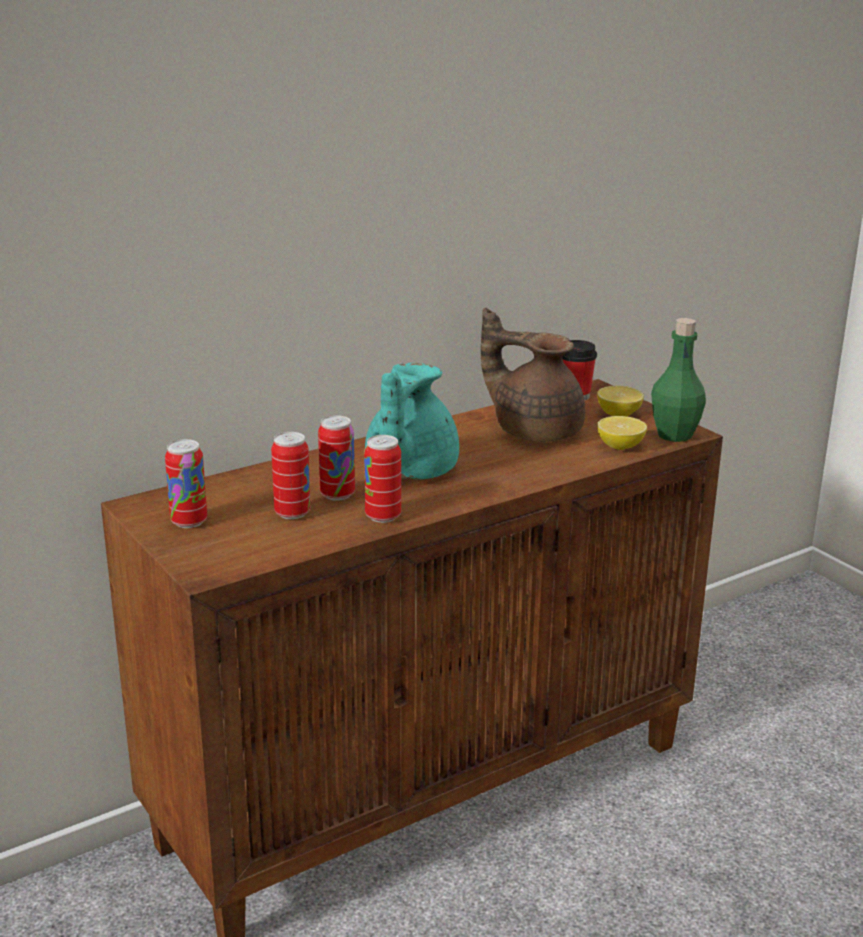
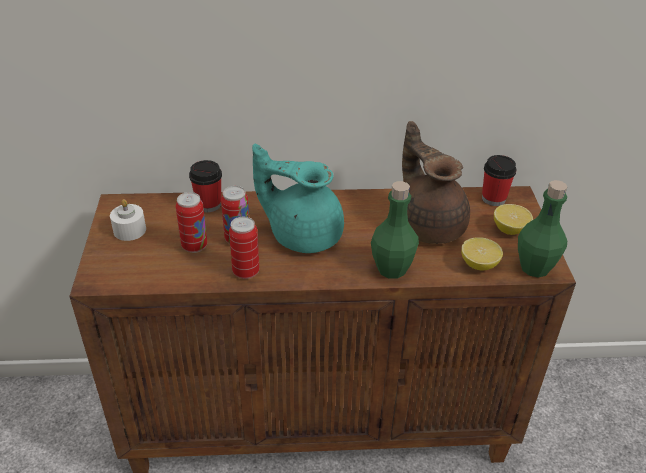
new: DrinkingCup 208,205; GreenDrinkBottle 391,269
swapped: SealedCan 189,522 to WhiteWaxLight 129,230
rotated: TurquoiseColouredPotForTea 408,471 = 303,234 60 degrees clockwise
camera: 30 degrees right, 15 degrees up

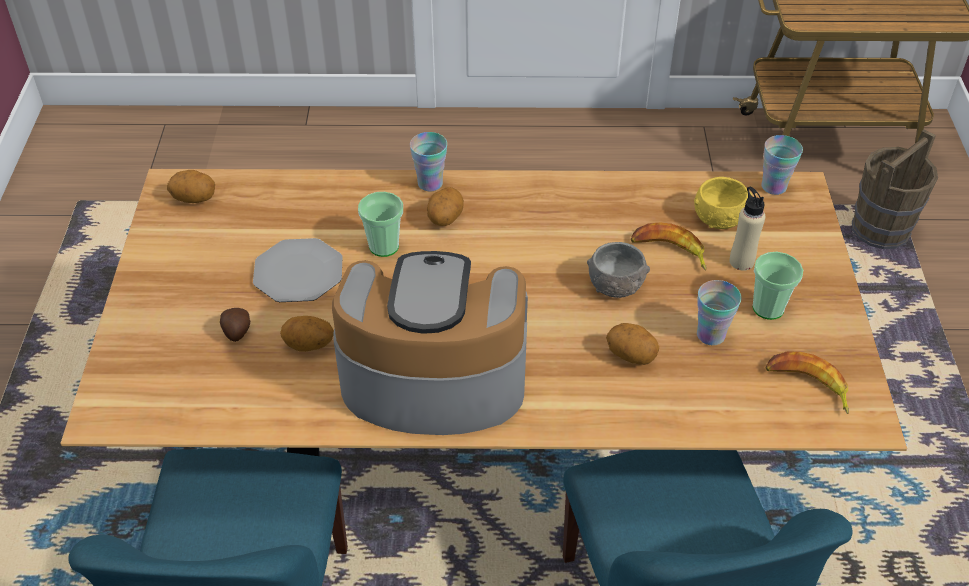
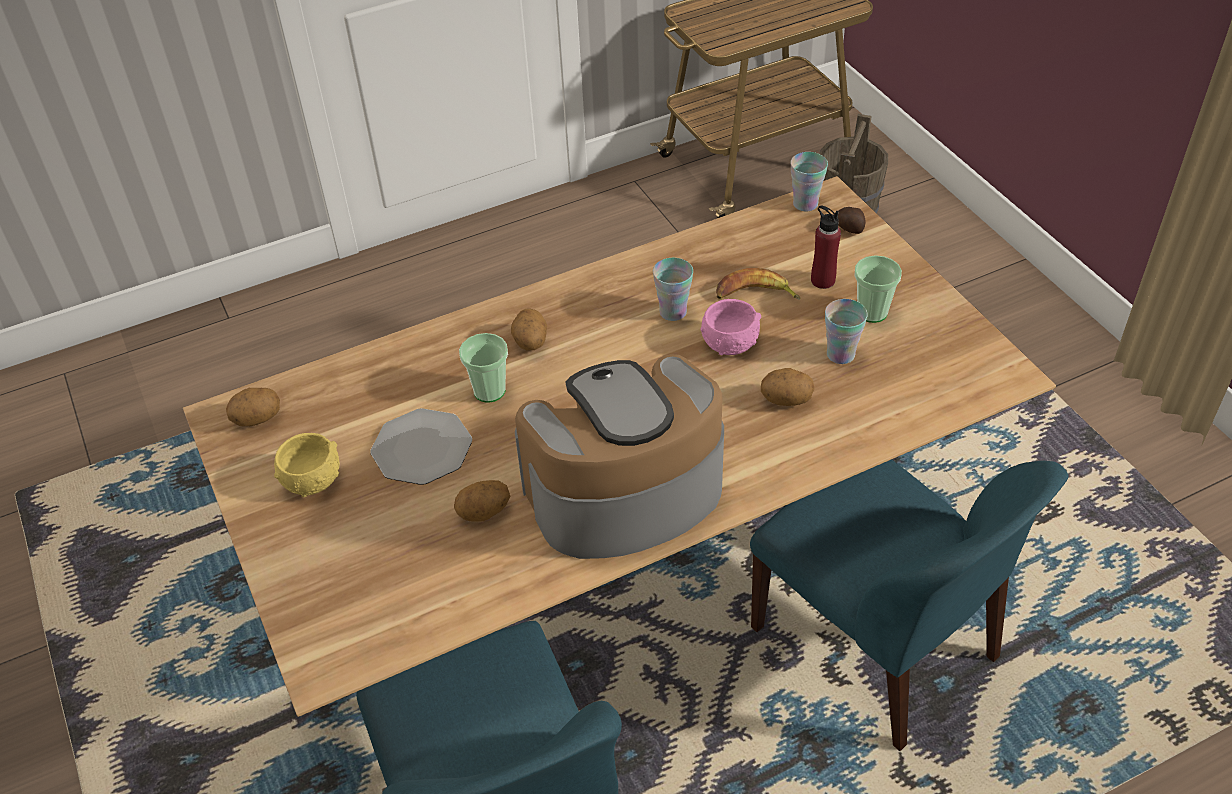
gone: BananaFruit 808,385
shifted: WholePotato 236,332 to 850,229; DrinkingCup 430,183 to 673,312; YellowDeepDish 719,218 to 312,479
repainted: GreyDeepDish 615,285 to PinkColouredDeepDish 729,343; SandColouredDrinkBottle 741,261 to ReddishDrinkBottle 822,280
camera: 25 degrees left, 0 degrees up

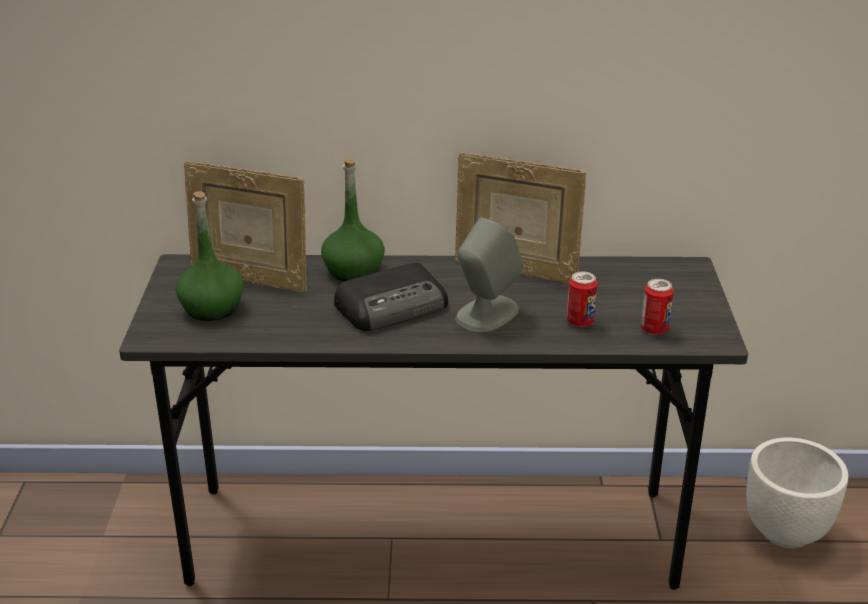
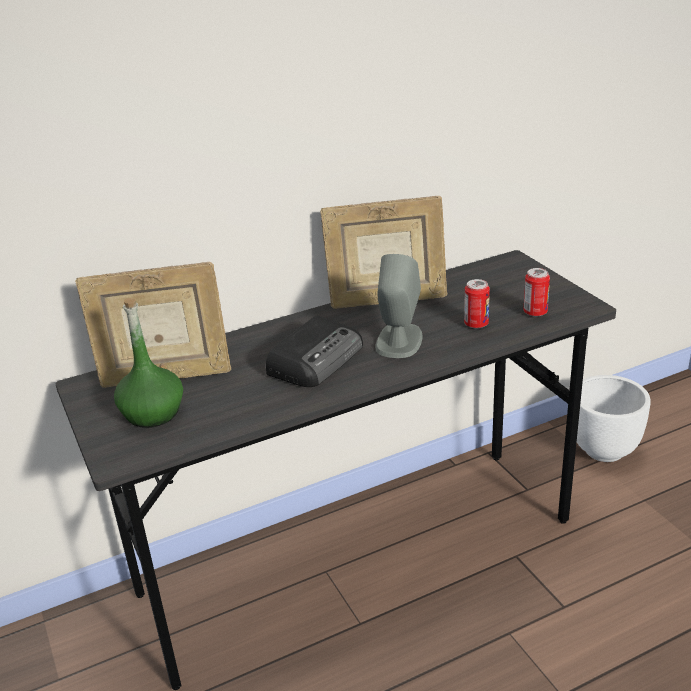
gone: GreenDrinkBottle 354,271
camera: 25 degrees left, 0 degrees up

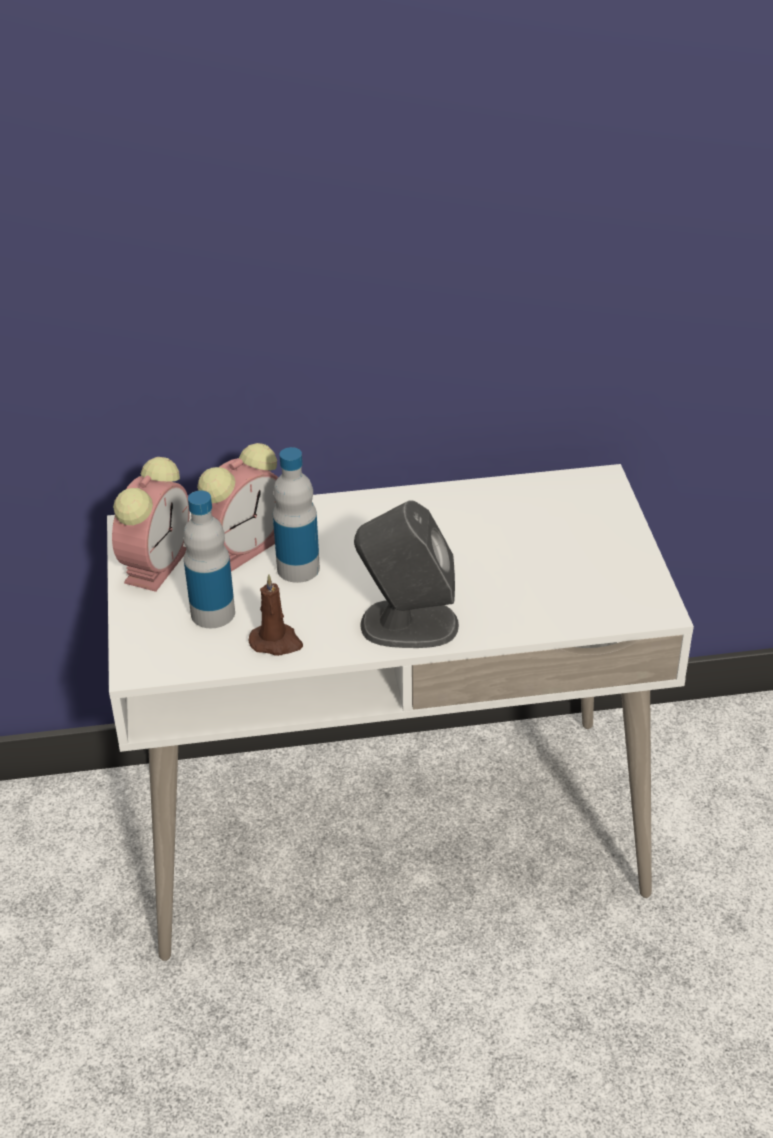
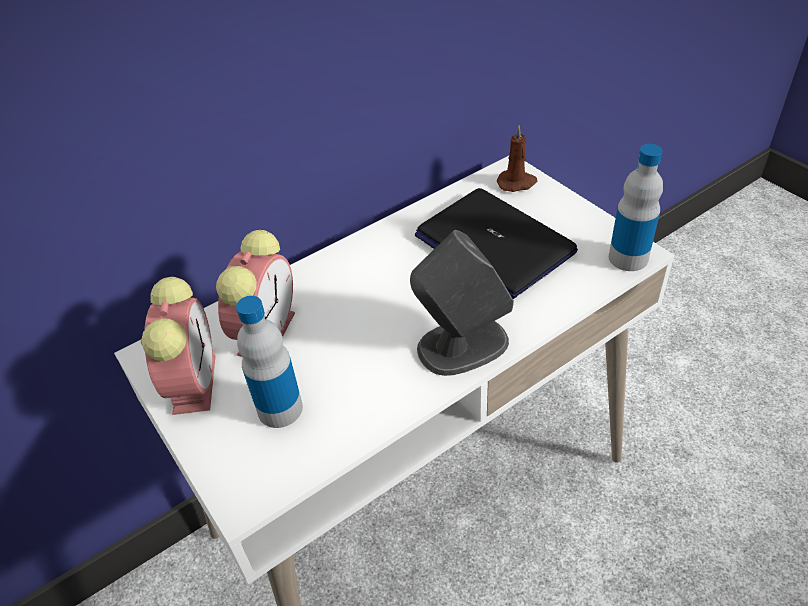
new: PortableComputer 493,244
shifted: BrownColouredWaxLight 276,642 to 517,183; DrinkBottle 298,568 to 628,258
camera: 25 degrees left, 5 degrees up

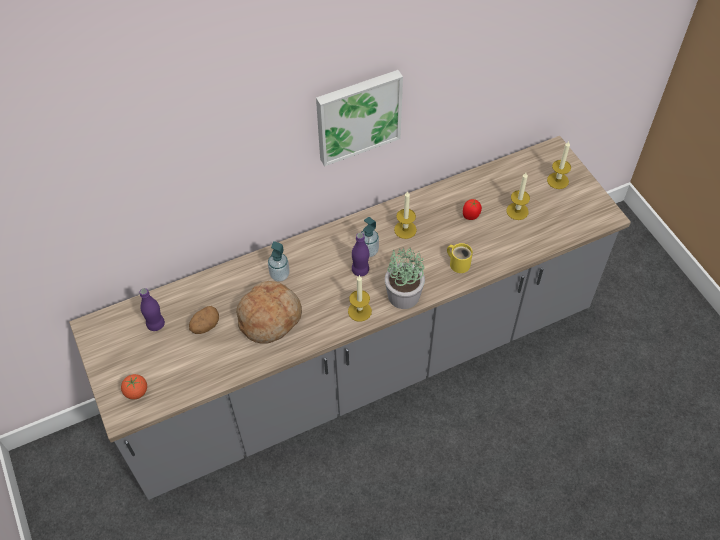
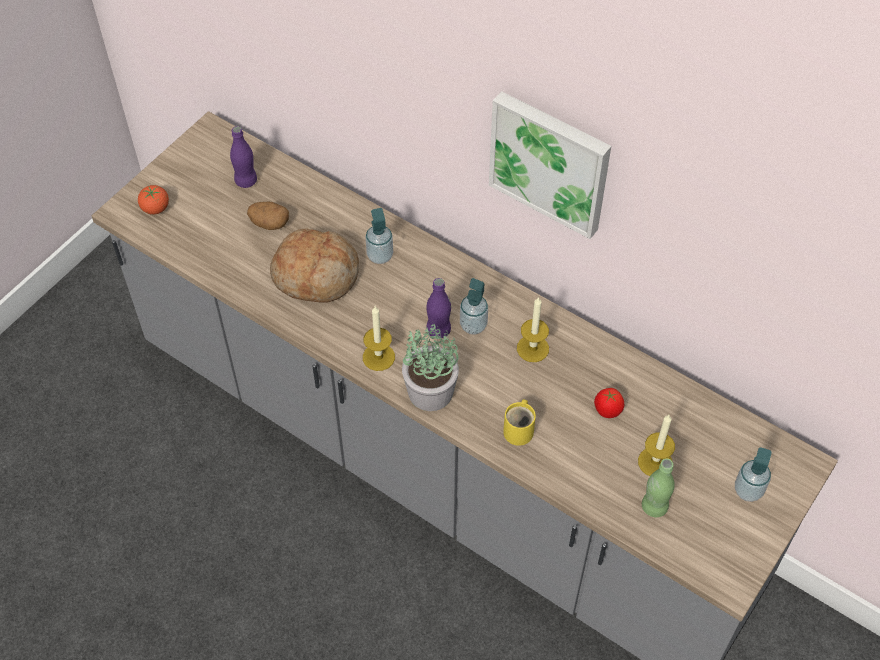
new: GreenDrinkBottle 654,506
swapped: WaxLight 557,180 to SoapBottle 748,490
camera: 60 degrees right, 0 degrees up

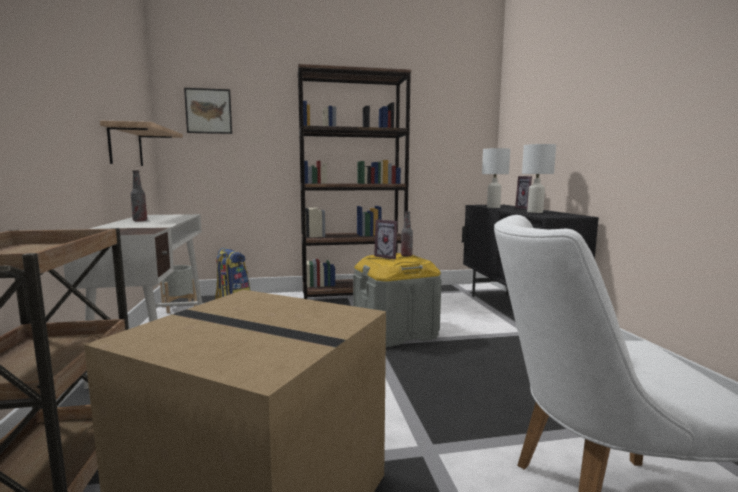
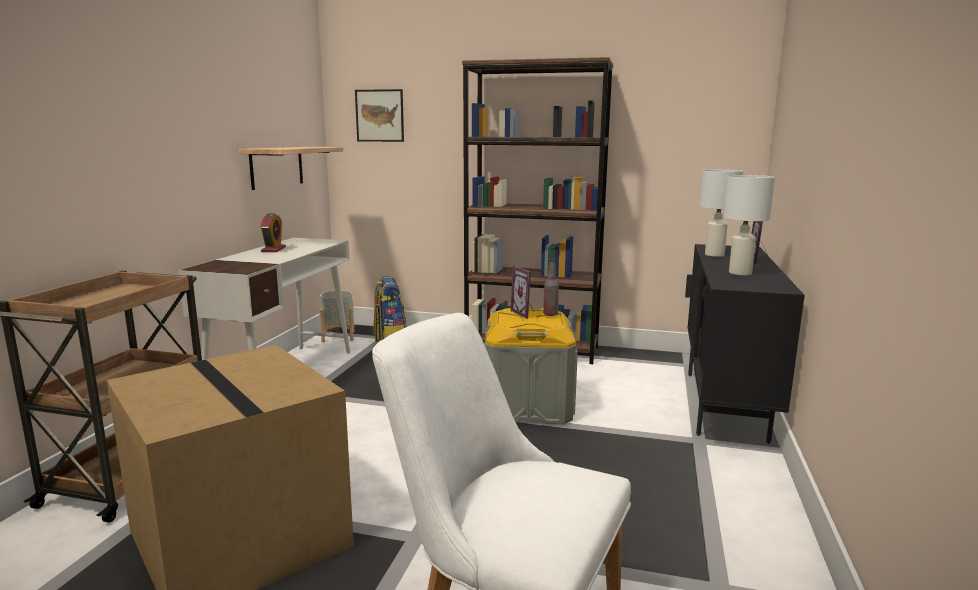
swapped: DrinkBottle 140,221 to AlarmClock 273,249
camera: 25 degrees right, 5 degrees up

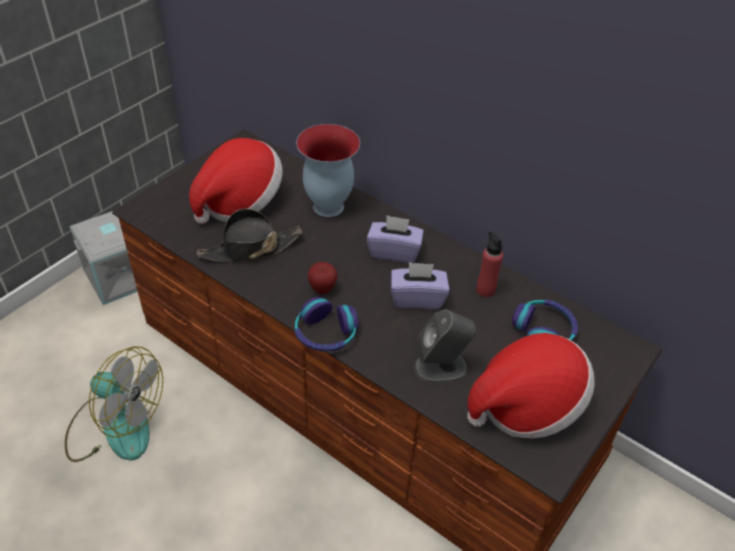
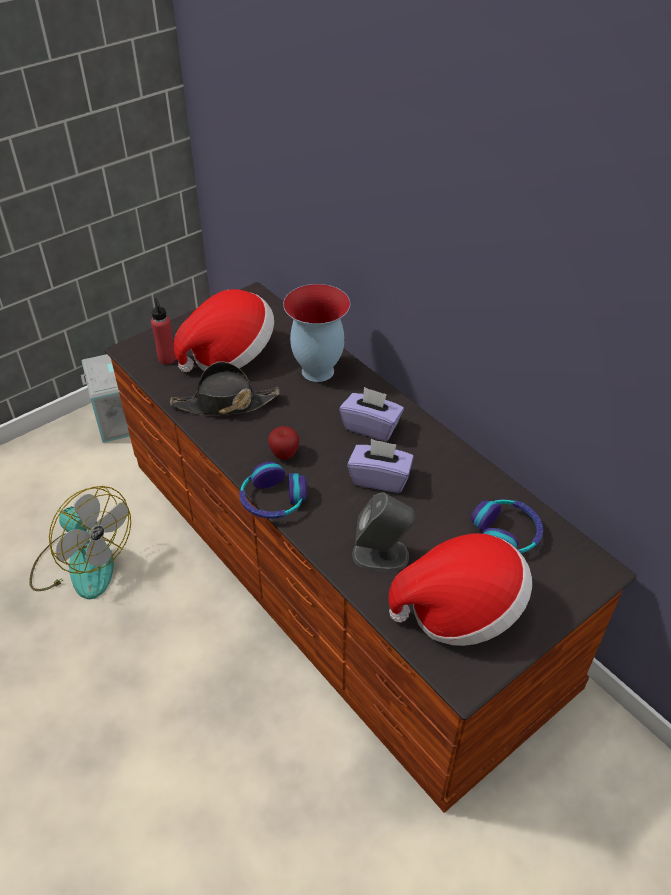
shifted: ReddishDrinkBottle 485,290 to 167,358
camera: 15 degrees right, 0 degrees up

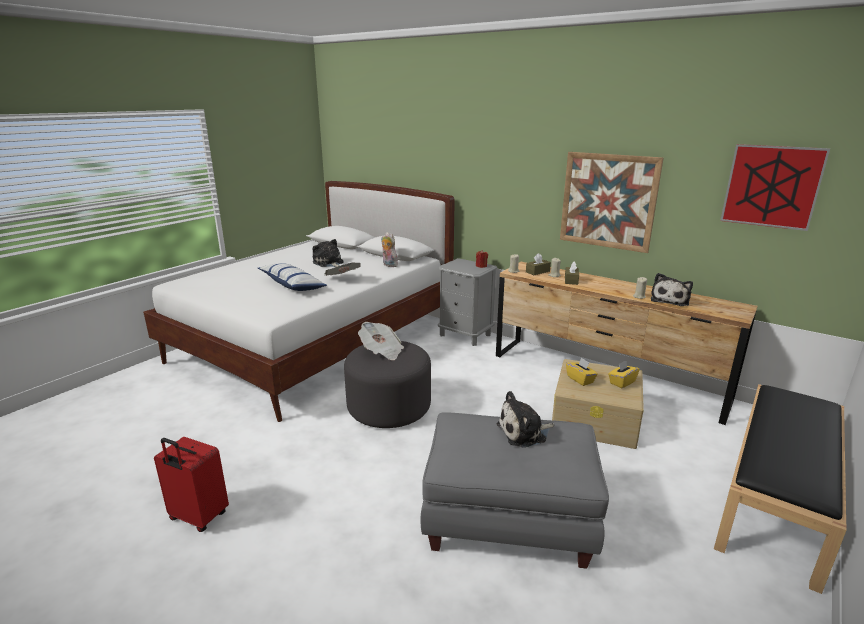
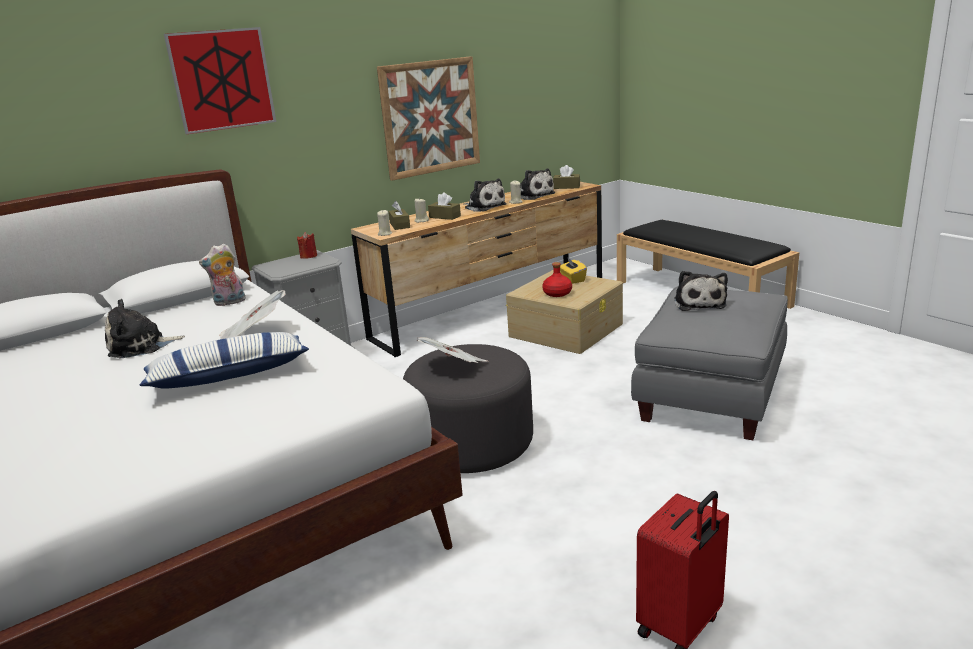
new: CuddlyToy 484,207; BrownColouredTissueHolder 566,187
shifted: WallArt 771,186 to 222,80
swapped: YellowTissueHolder 580,379 to ReddishDrinkBottle 557,293
camera: 70 degrees left, 0 degrees up

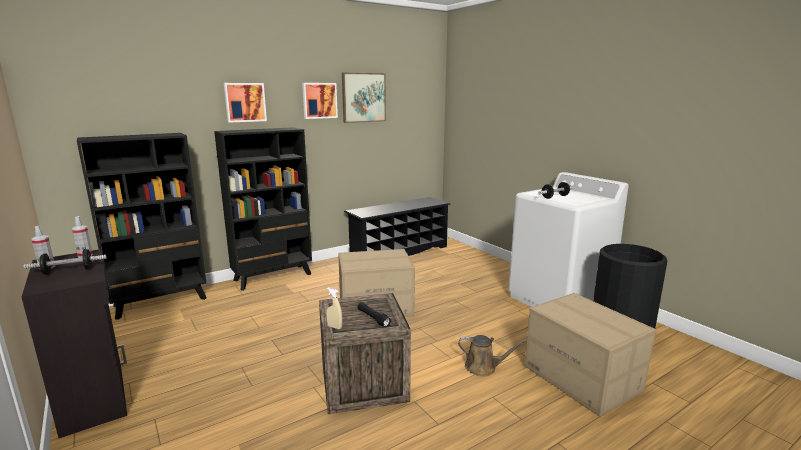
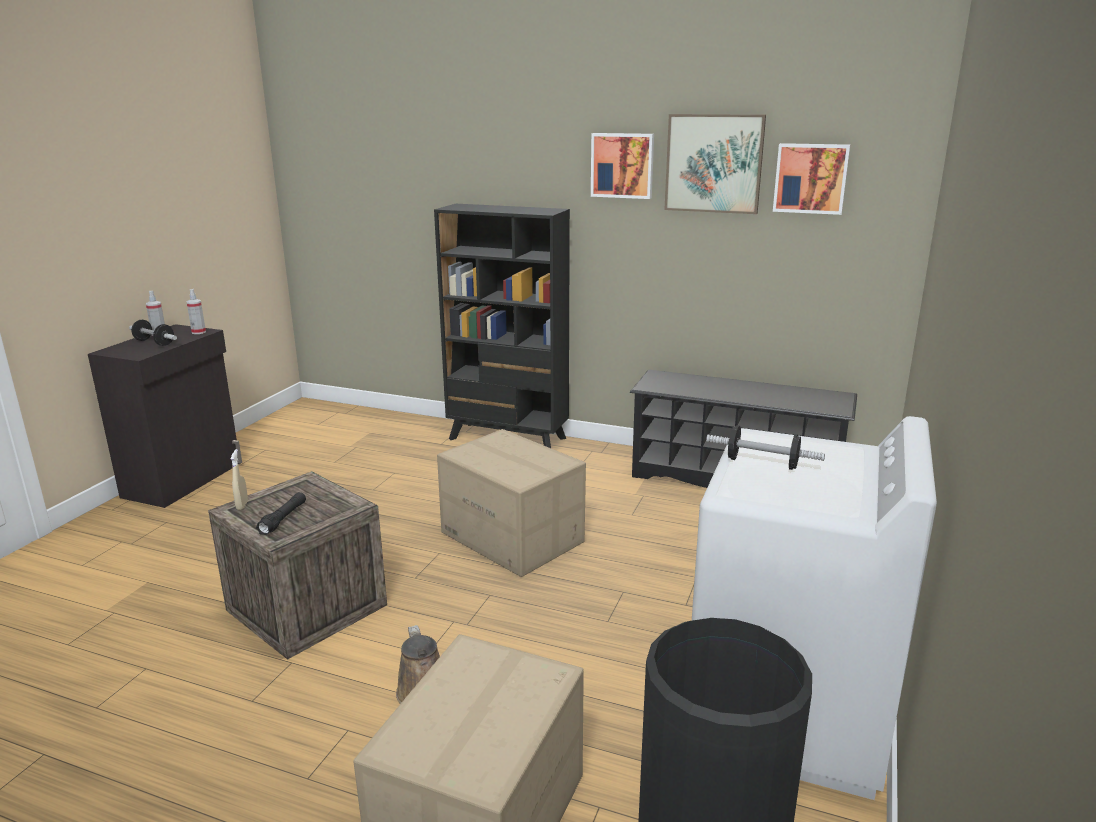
gone: BlackColouredBookshelf 161,302
shifted: WallArt 245,102 to 810,178
camera: 55 degrees right, 5 degrees up

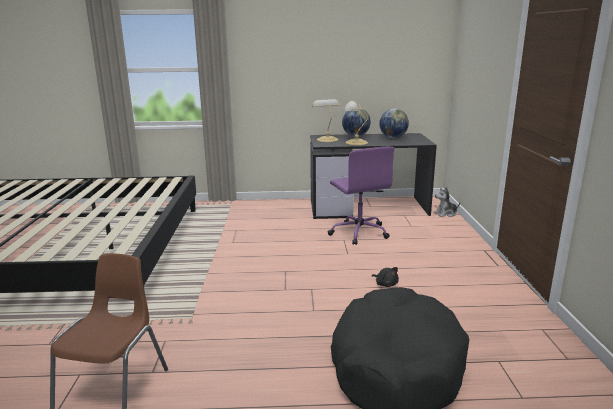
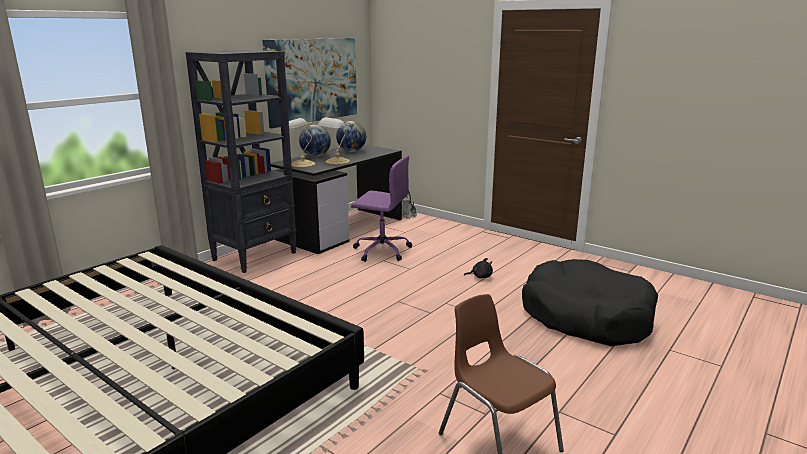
new: BlackColouredBookshelf 255,256; WallArt 313,80
camera: 50 degrees left, 0 degrees up

